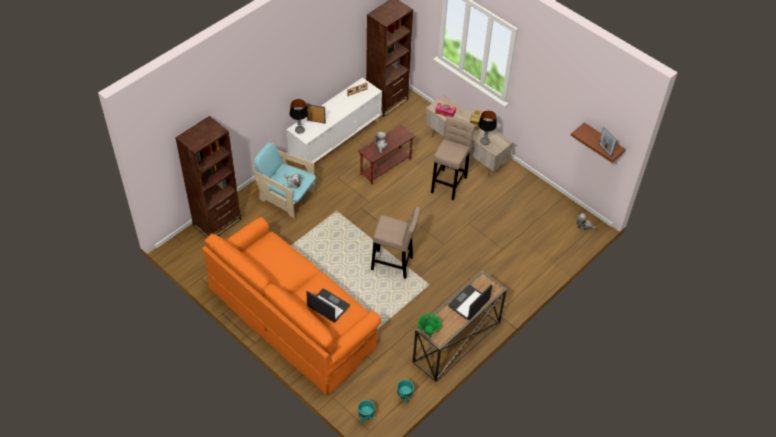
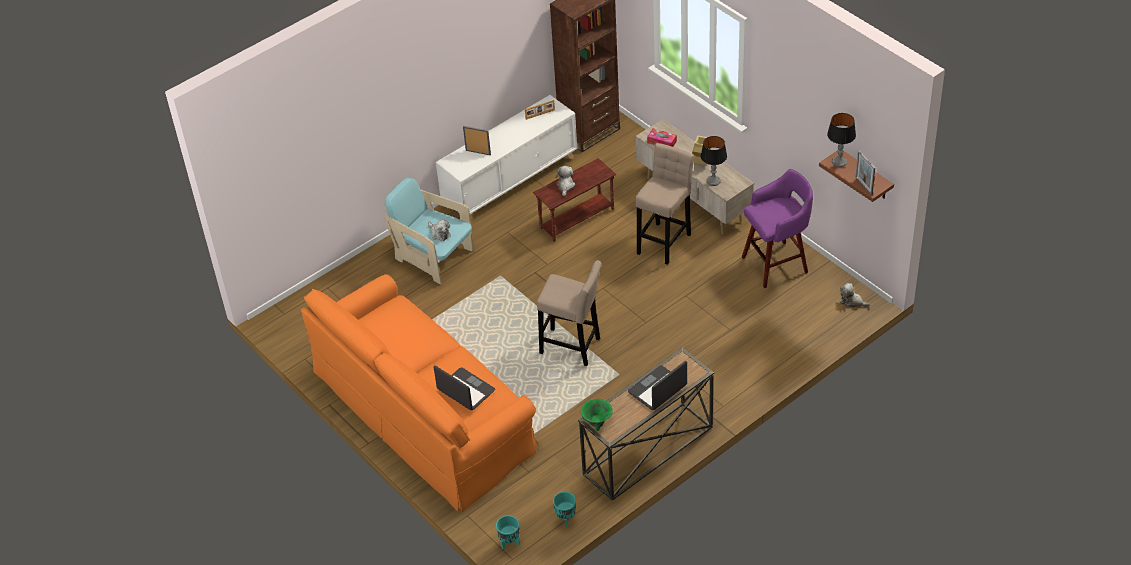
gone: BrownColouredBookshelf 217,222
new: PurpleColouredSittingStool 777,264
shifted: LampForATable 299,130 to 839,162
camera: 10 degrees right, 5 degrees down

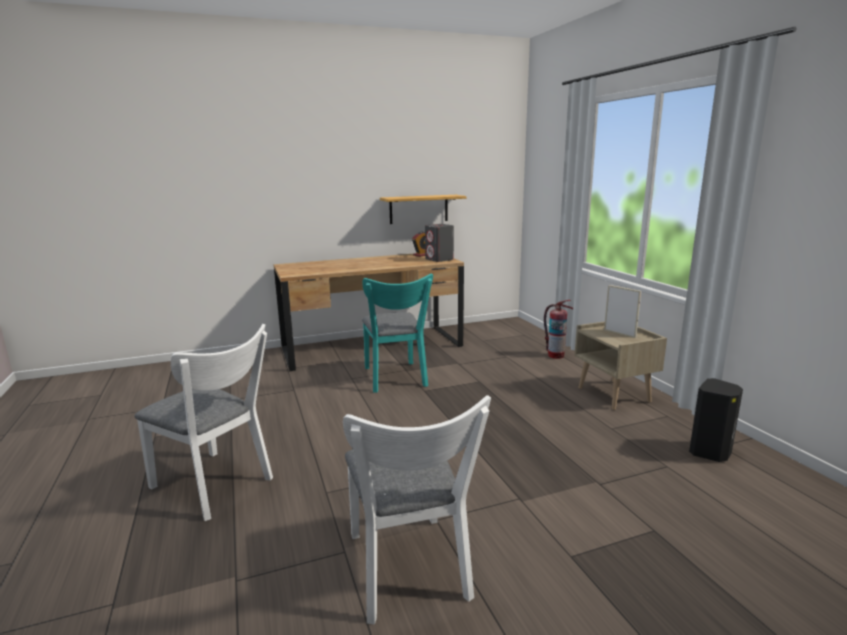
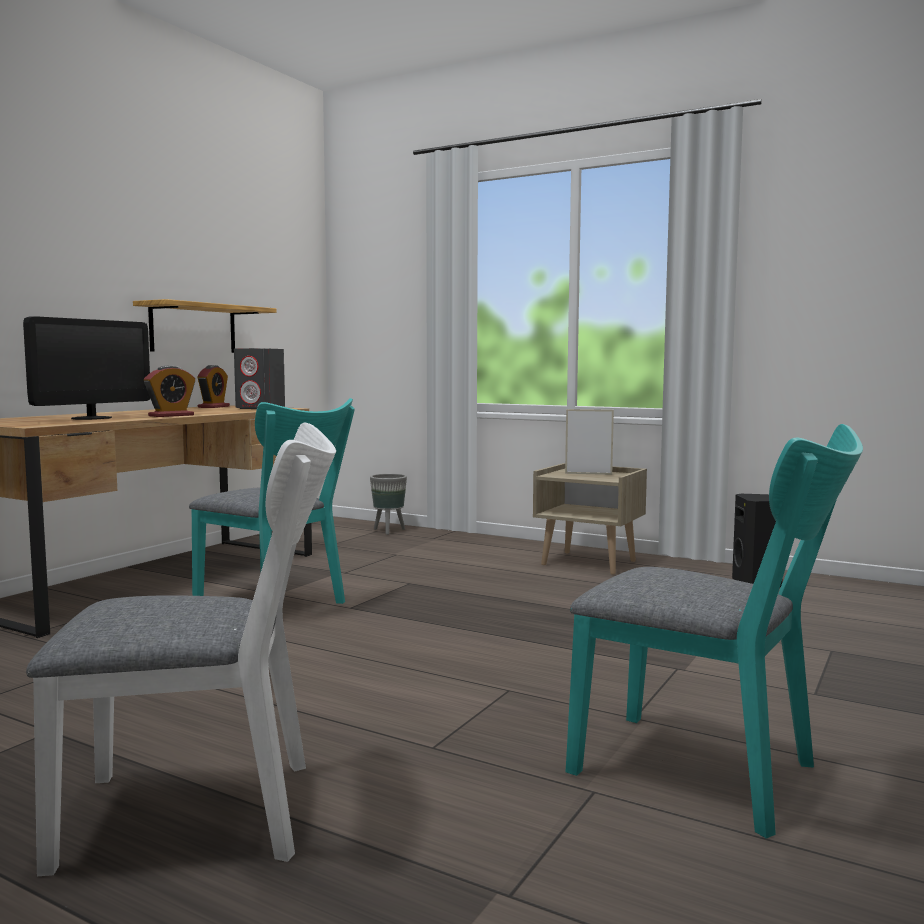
gone: FireFightingCylinder 555,355
new: ComputerDisplay 91,418; AlarmClock 171,415; GreyPlanter 388,531
repainted: WhitePlainChair 409,573 to TurquoiseColouredPlainChair 710,774
camera: 40 degrees left, 10 degrees down

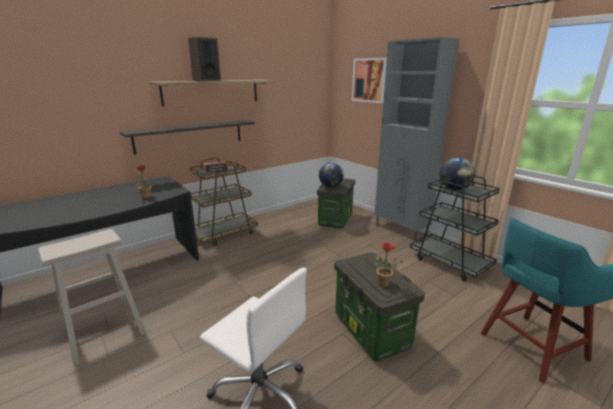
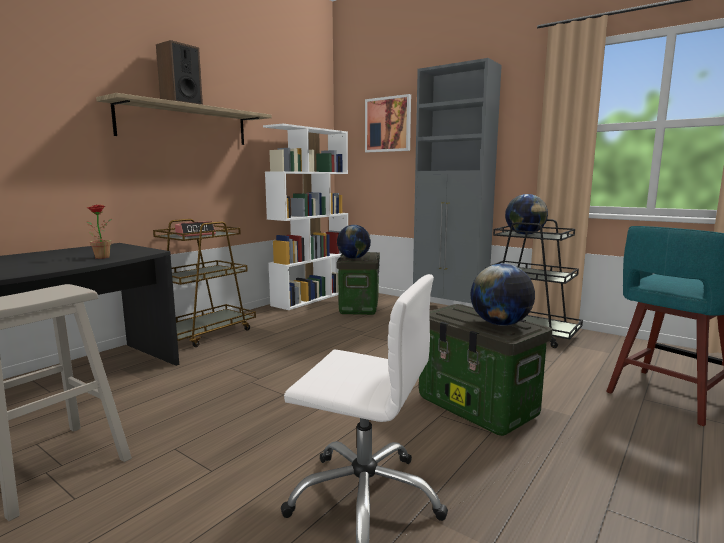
gone: BracketShelf 190,136
new: WhiteBookshelf 311,298
swapped: Houseplant 386,283 to DeskGlobe 500,324
camera: 15 degrees left, 10 degrees down

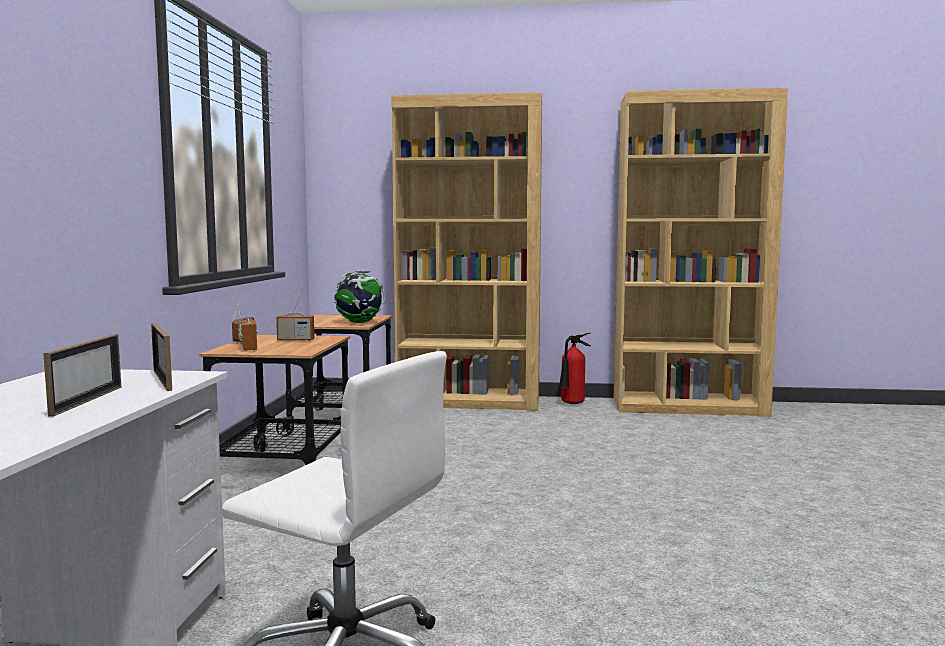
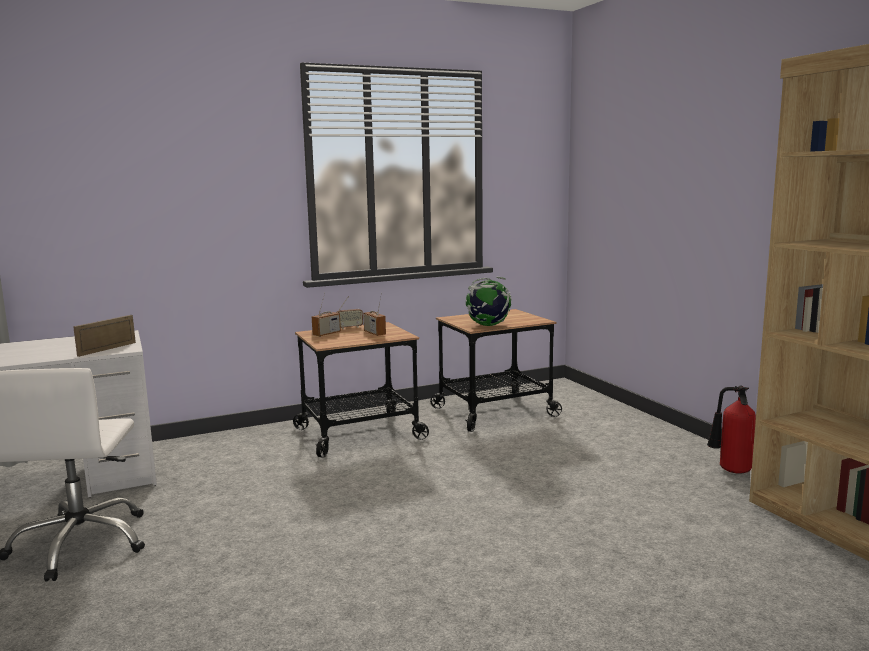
gone: StandingFrame 87,400; BrownColouredBookshelf 469,402
camera: 60 degrees right, 5 degrees up

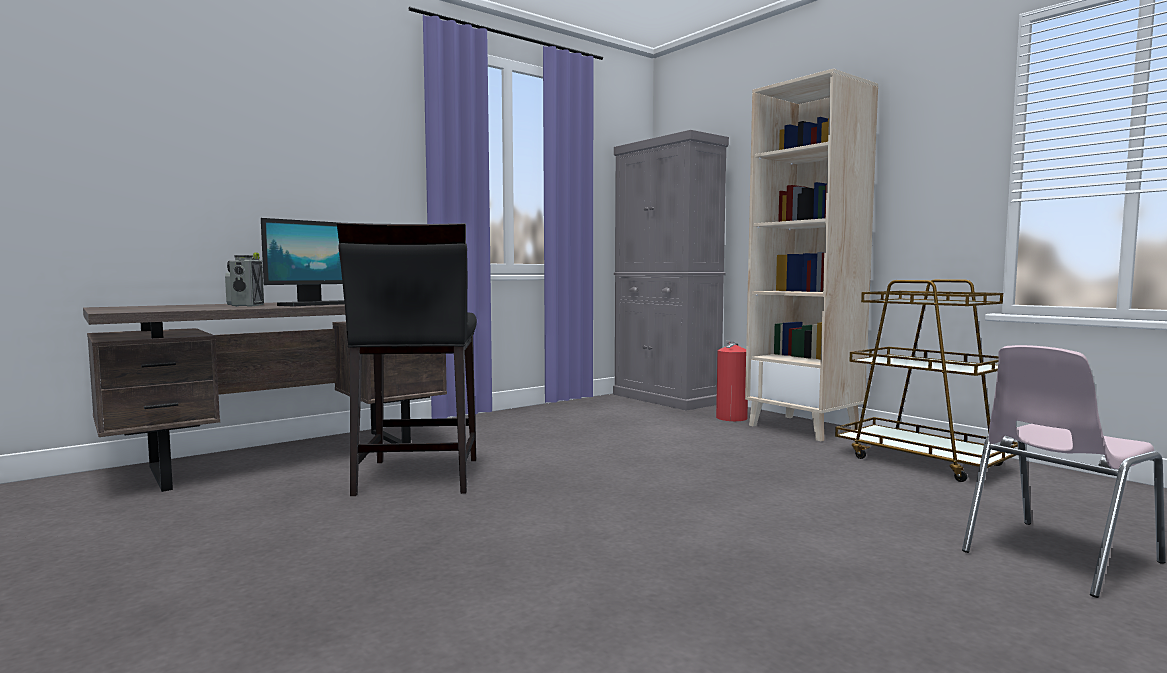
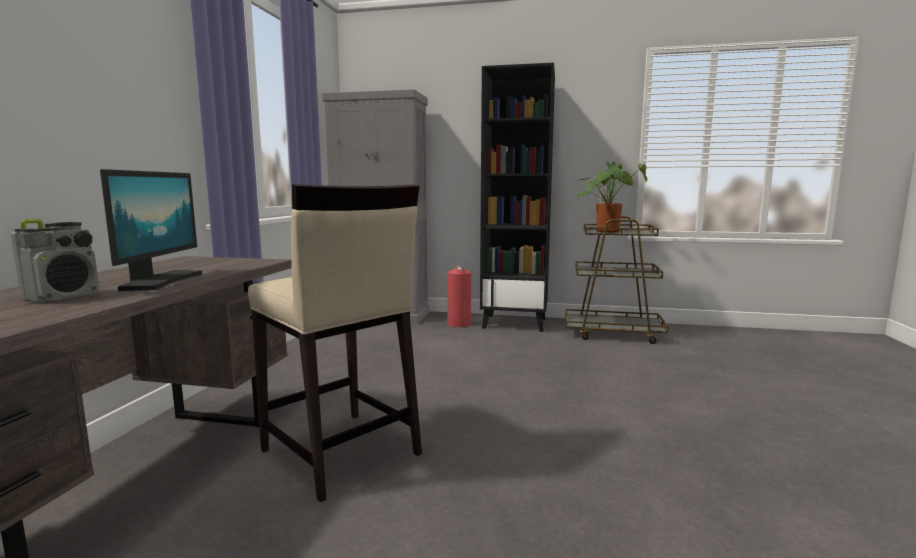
gone: PinkColouredPlainChair 1056,557
new: Houseplant 608,231
repainted: BlackColouredSittingStool 417,477 to SandColouredSittingStool 340,453; SandColouredBookshelf 804,428 to BlackColouredBookshelf 515,323
rotated: Radio 245,305 = 64,297 105 degrees counterclockwise
camera: 40 degrees left, 5 degrees up

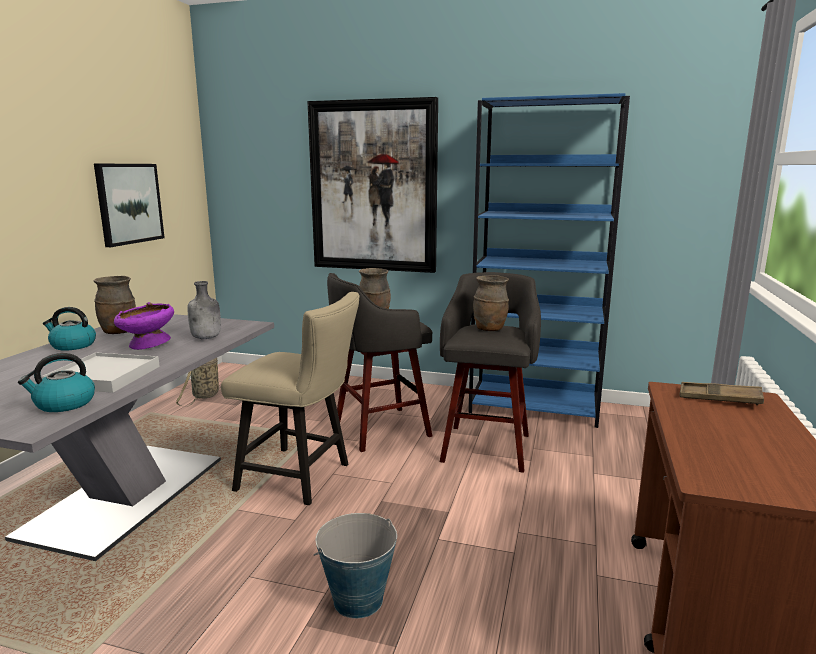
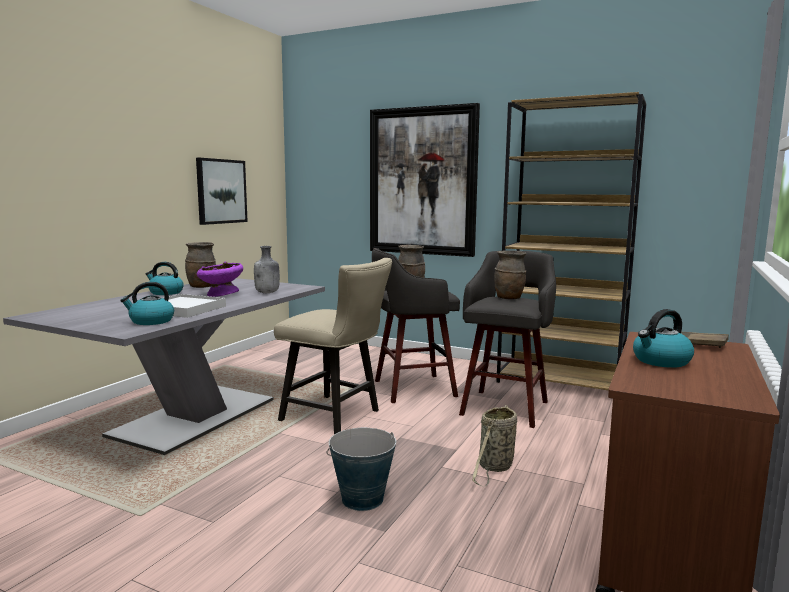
new: Kettle 661,361
shifted: StorageBasket 204,396 to 495,467
repainted: BluishBookshelf 534,407 to BrownColouredBookshelf 560,382
camera: 10 degrees right, 5 degrees down

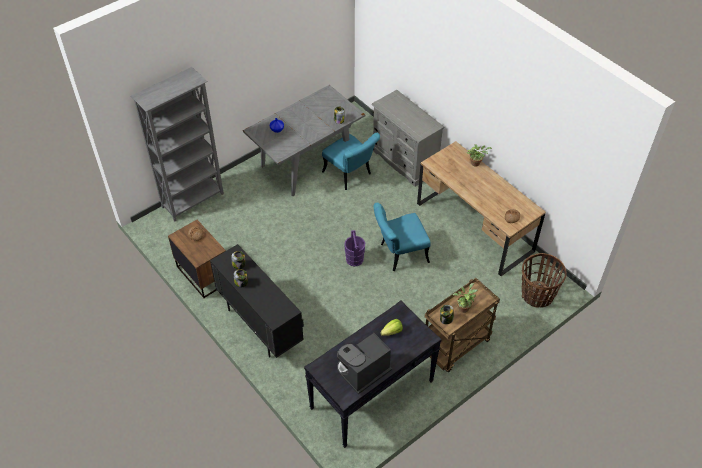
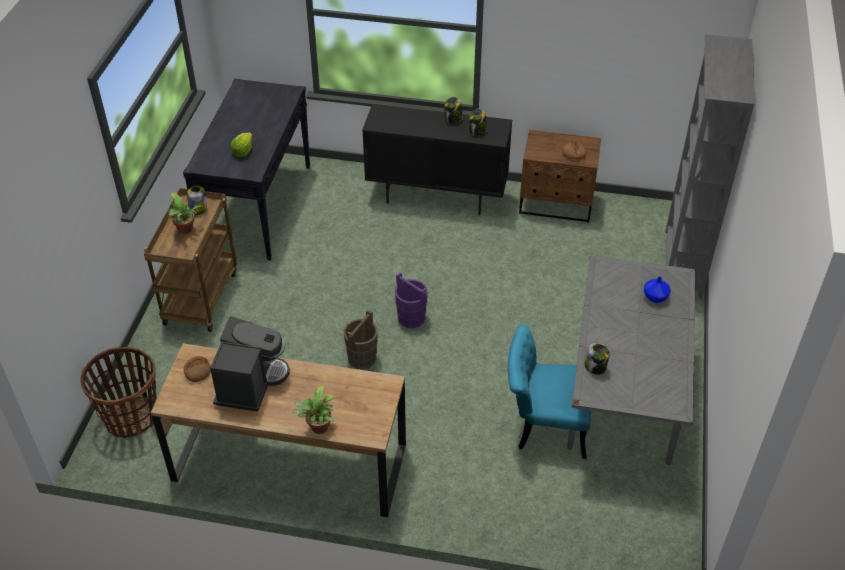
gone: GreyChestOfDrawers 404,160
shifted: CoffeeMachine 363,372 to 250,383
swapped: TurquoiseColouredPlainChair 399,254 to BrownColouredBucket 362,358
camera: 140 degrees right, 5 degrees down

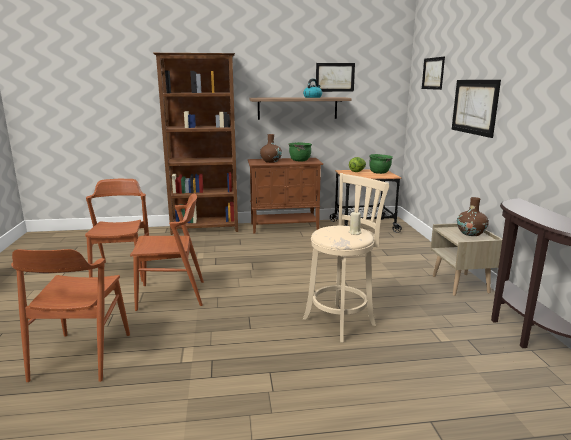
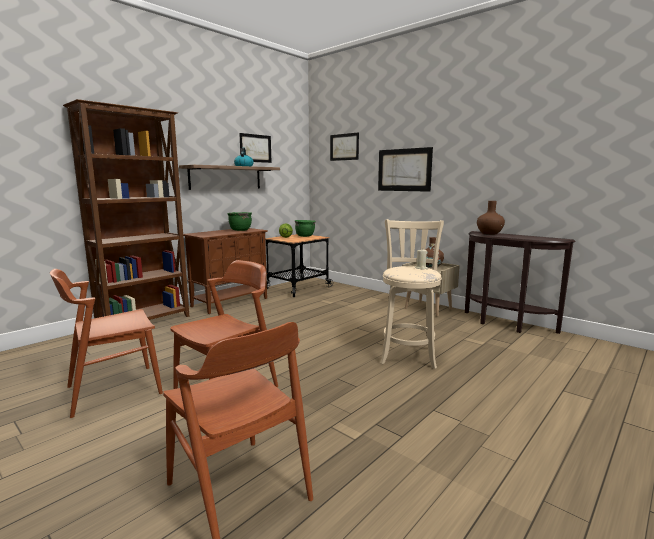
shifted: BrownColouredDecorativeVase 271,161 to 489,233
rotated: BrownColouredPlainChair 122,271 = 113,390 75 degrees counterclockwise
camera: 40 degrees left, 5 degrees down

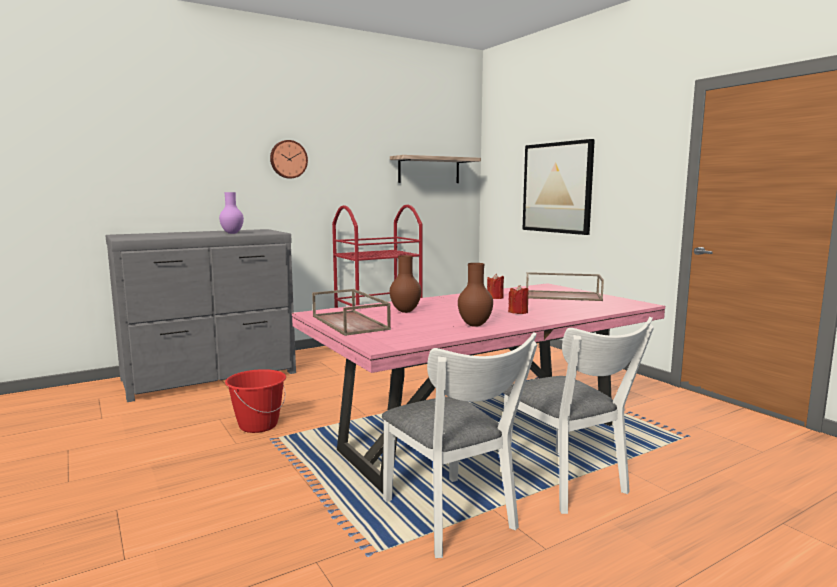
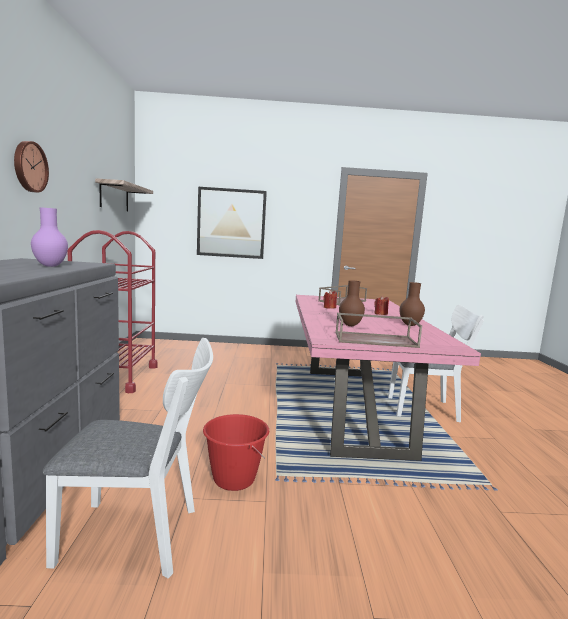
shifted: WhitePlainChair 453,519 to 139,536
camera: 60 degrees left, 0 degrees up

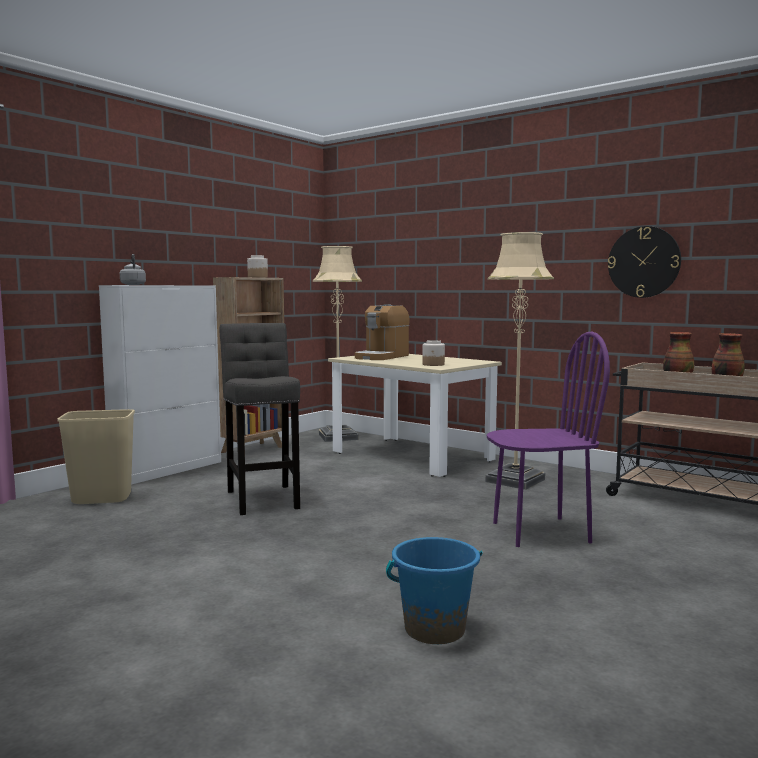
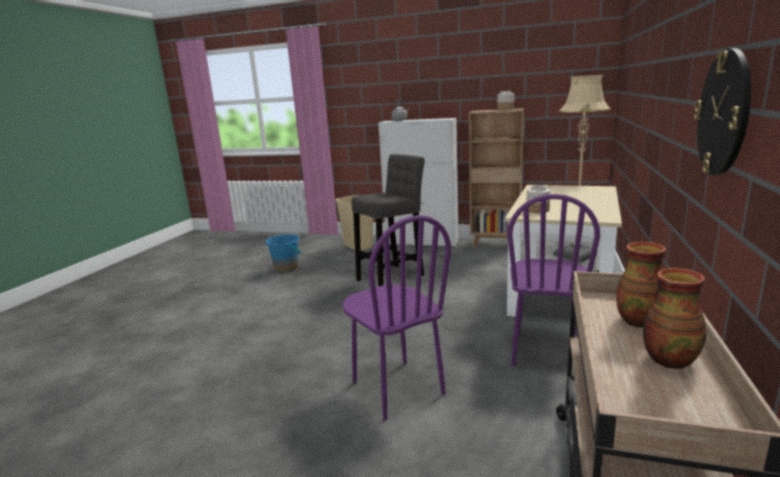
gone: CoffeeMachine 382,357
shifted: BluishBucket 434,629 to 286,268
swapped: SandColouredFloorLamp 515,480 to PurpleColouredPlainChair 545,352
camera: 70 degrees right, 10 degrees up

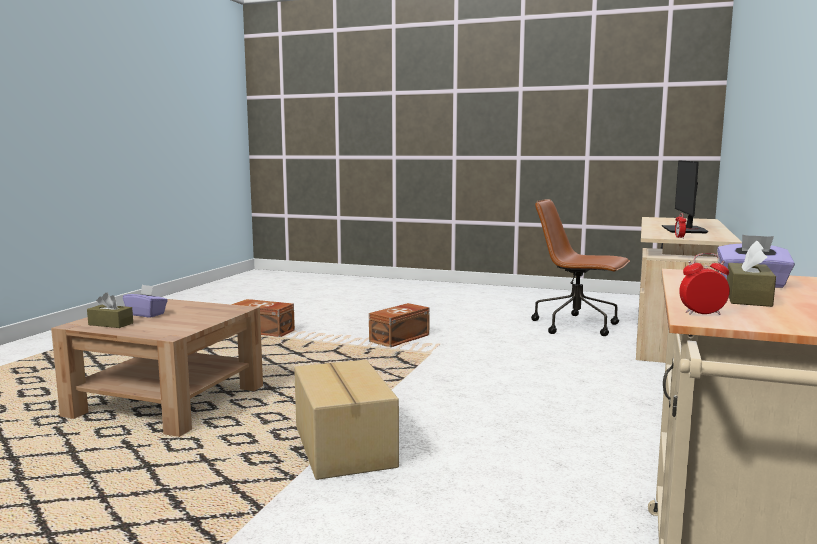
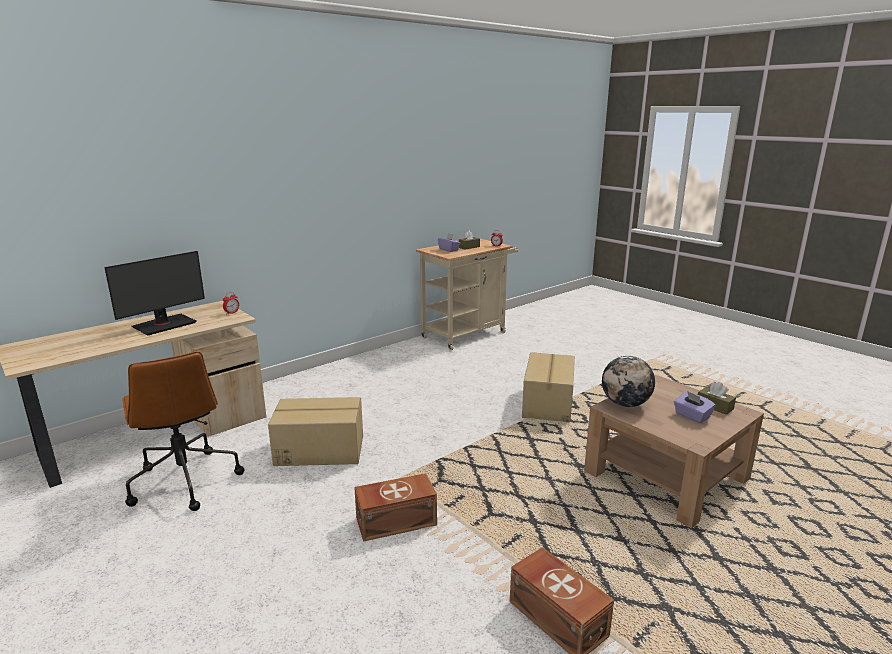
new: CardboardBox 319,450; DeskGlobe 625,404
camera: 150 degrees left, 10 degrees up

